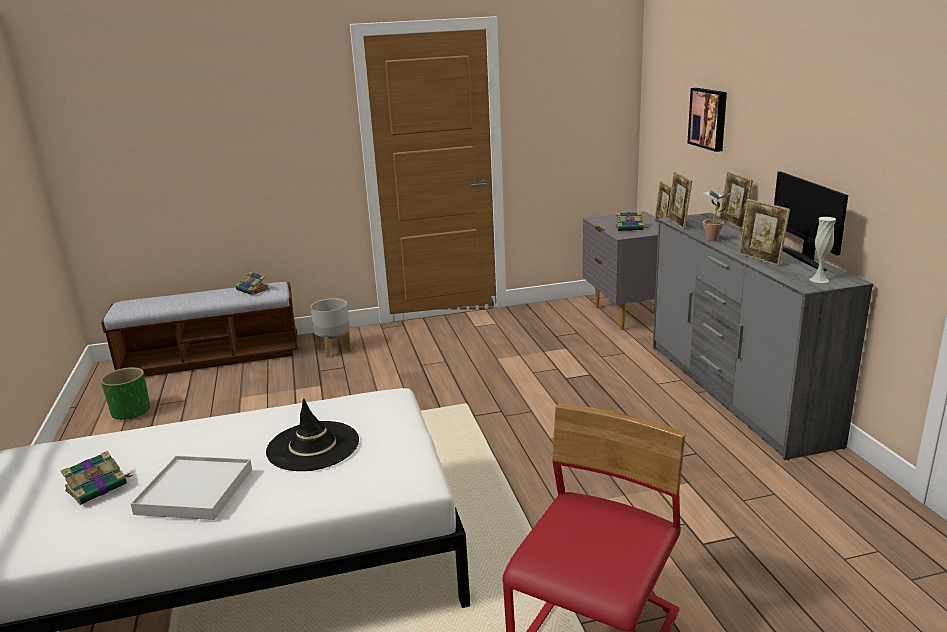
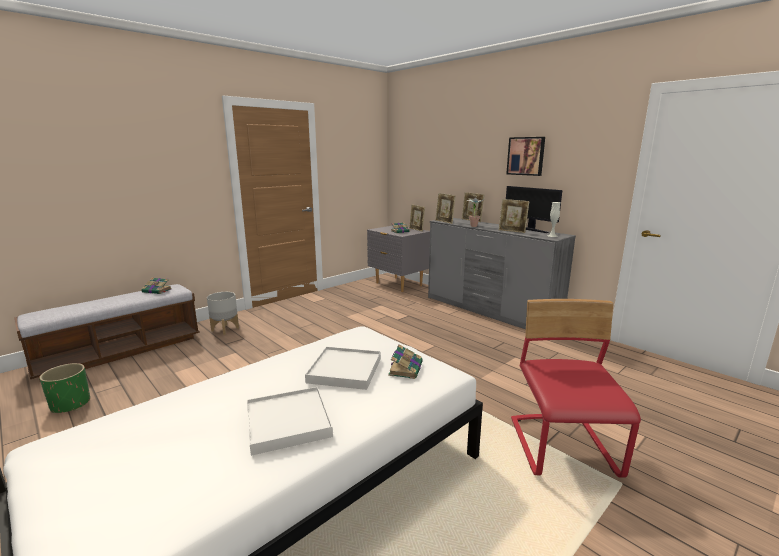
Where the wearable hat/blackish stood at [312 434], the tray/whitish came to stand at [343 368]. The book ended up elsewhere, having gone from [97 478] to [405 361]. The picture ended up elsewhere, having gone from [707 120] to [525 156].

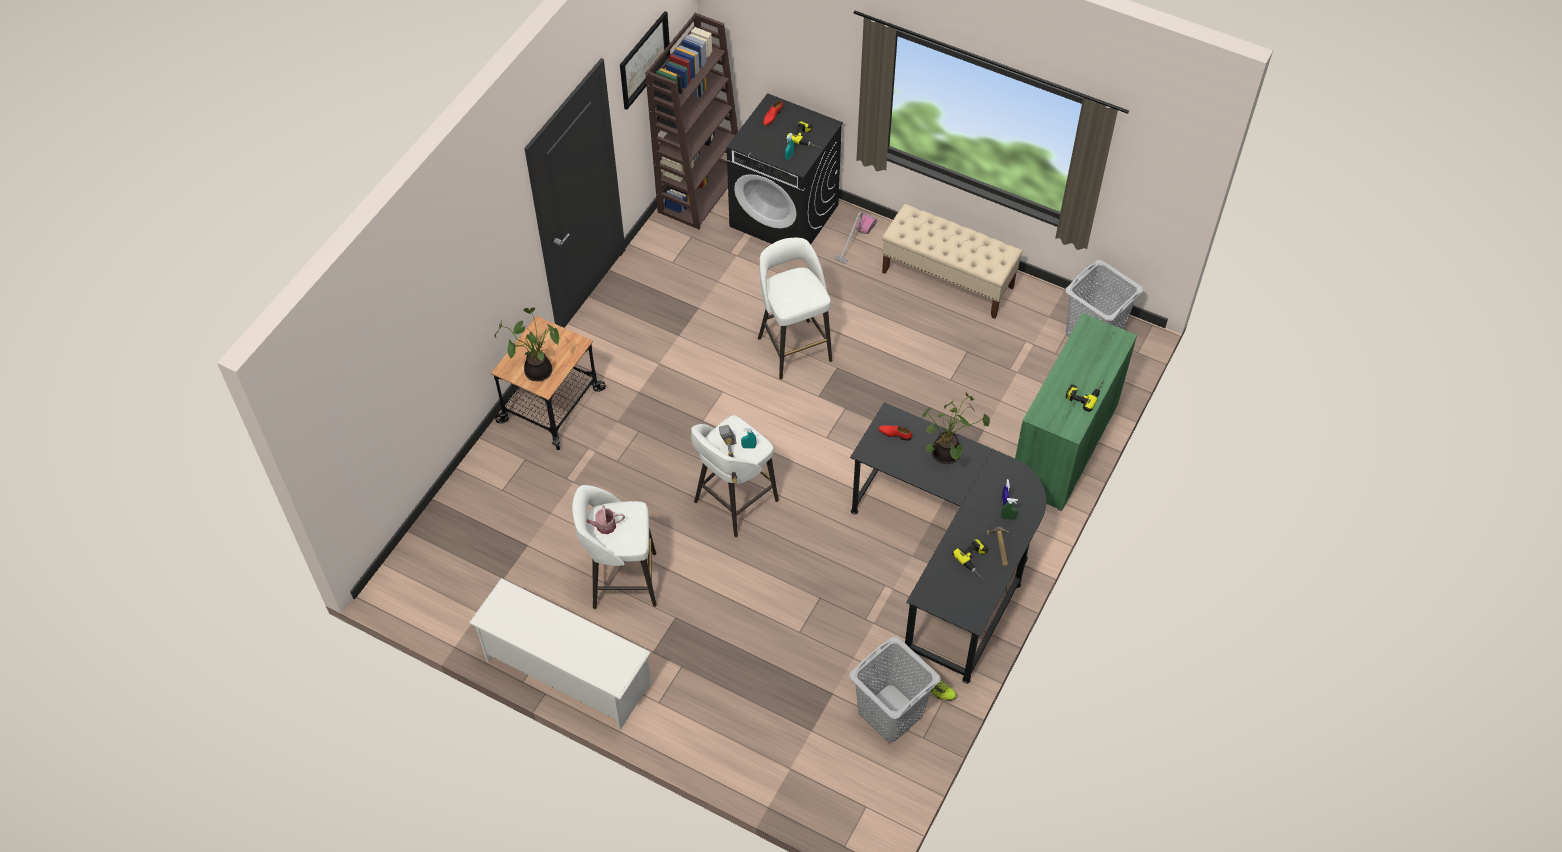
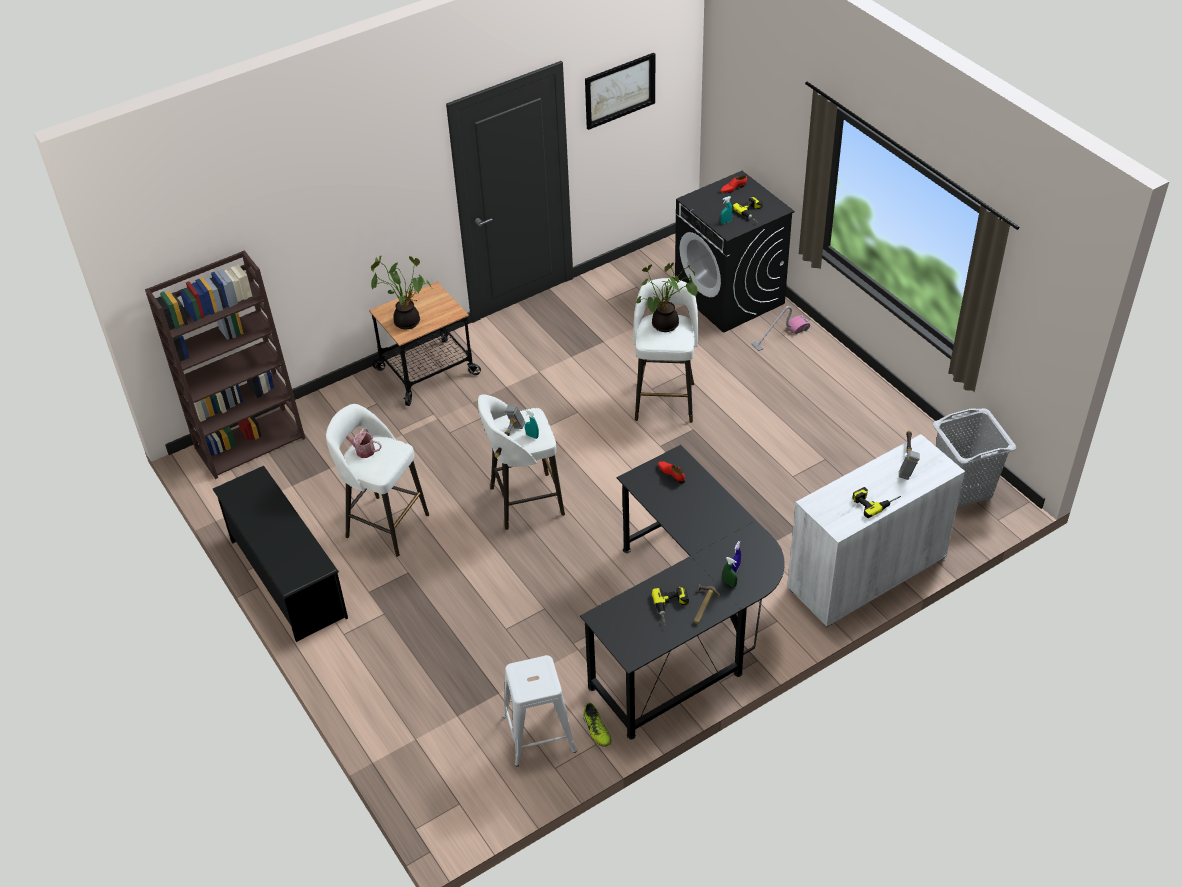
The bookshelf/brownish ended up elsewhere, having gone from [691 121] to [225 364]. What was the shoe stand/whitish at [560 654] turned into the shoe stand/blackish at [280 554]. Where the laundry basket/gray stood at [895 689], the stool seat/whitish came to stand at [540 710]. The potted plant ended up elsewhere, having gone from [956 428] to [667 297]. What was the cupboard/green at [1076 412] turned into the cupboard/whitish at [876 531]. The second view gained the hammer at [909 455]. The second view lost the indoor bench/beige-coloured at [952 261].

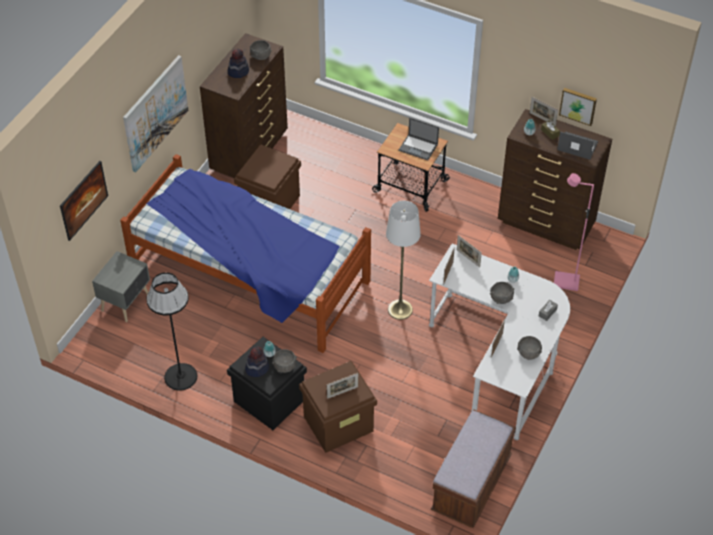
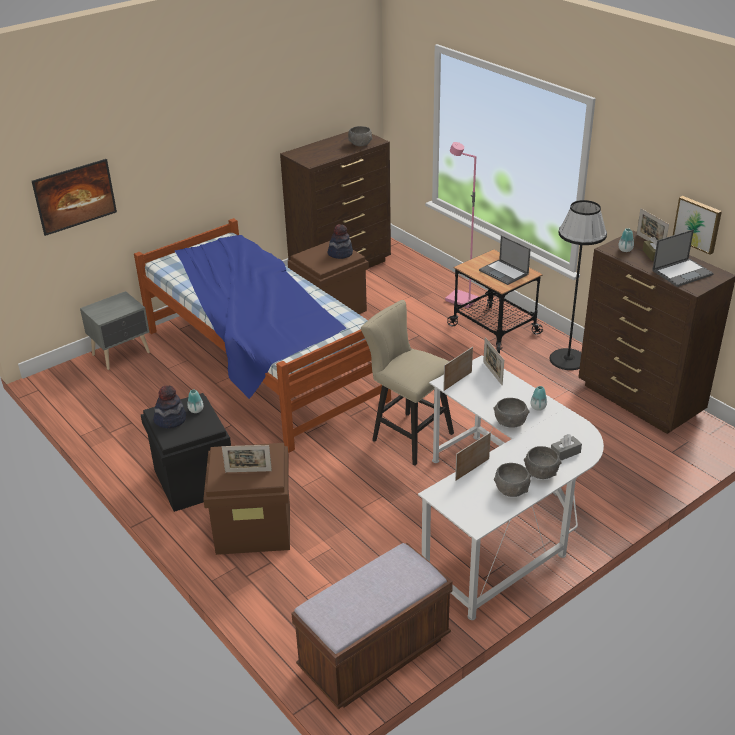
The wearable hat ended up elsewhere, having gone from [238 63] to [340 241]. Where the standing lamp/whitish stood at [403 260], the stool seat/beige-coloured came to stand at [407 383]. The standing lamp/pinkish ended up elsewhere, having gone from [574 232] to [462 225]. The bowl/gray ended up elsewhere, having gone from [284 361] to [543 462]. The standing lamp/blackish ended up elsewhere, having gone from [171 331] to [578 285]. The notebook computer at [577 145] ended up facing another way, 105 degrees clockwise from before. The second view lost the picture at [155 113].

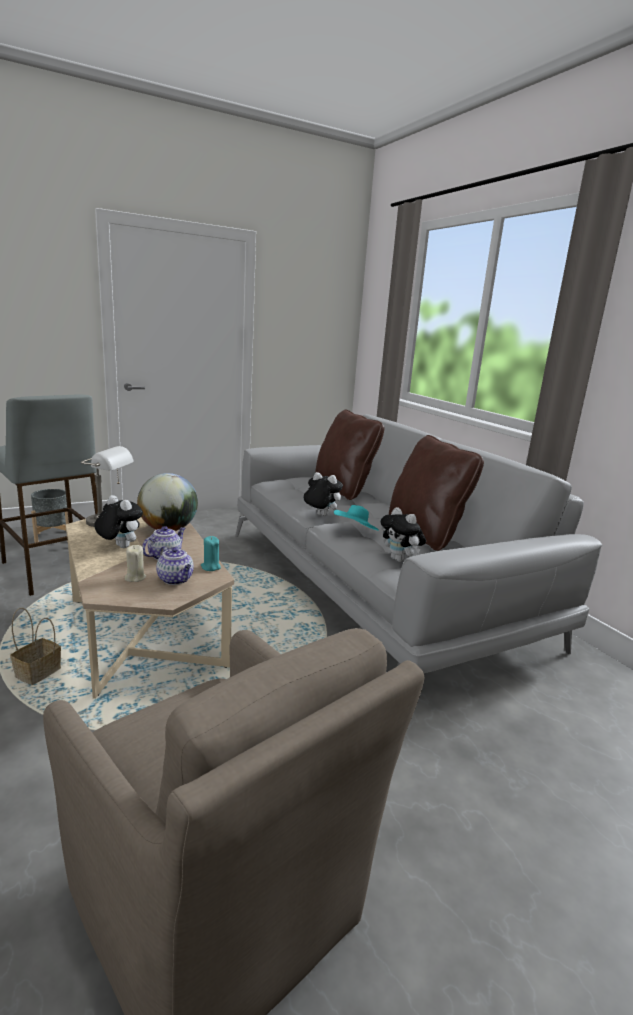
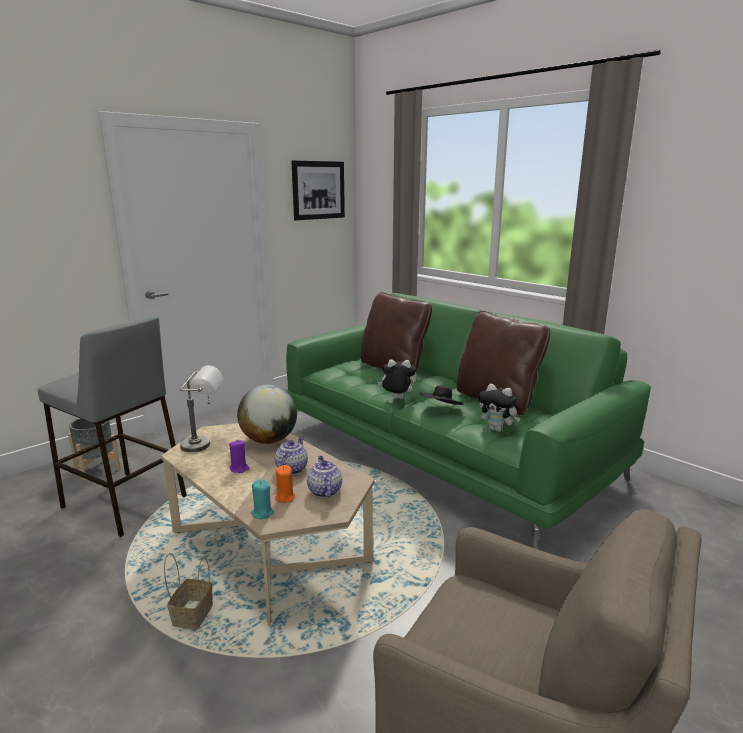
Where the cuddly toy stood at [118 521], the candle/purplish came to stand at [239 456]. The candle/turquoise-coloured ended up elsewhere, having gone from [211 553] to [262 499]. What was the candle/beige-coloured at [135 563] turned into the candle/orange-coloured at [285 484]. What was the couch/gray at [418 543] turned into the couch/green at [468 421]. The second view gained the picture at [318 190]. The tea pot at [175 565] ended up facing another way, 135 degrees counterclockwise from before. What was the wearable hat/turquoise-coloured at [356 517] turned into the wearable hat/blackish at [441 395].

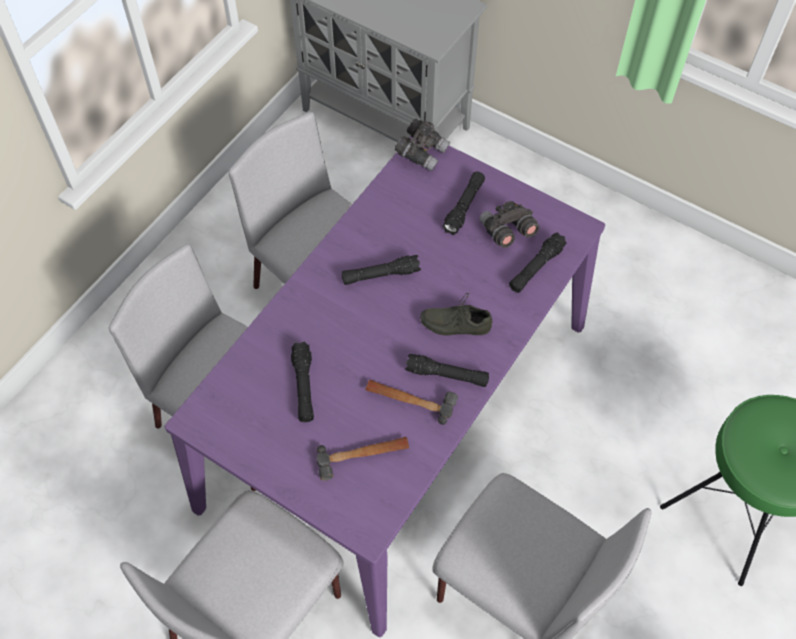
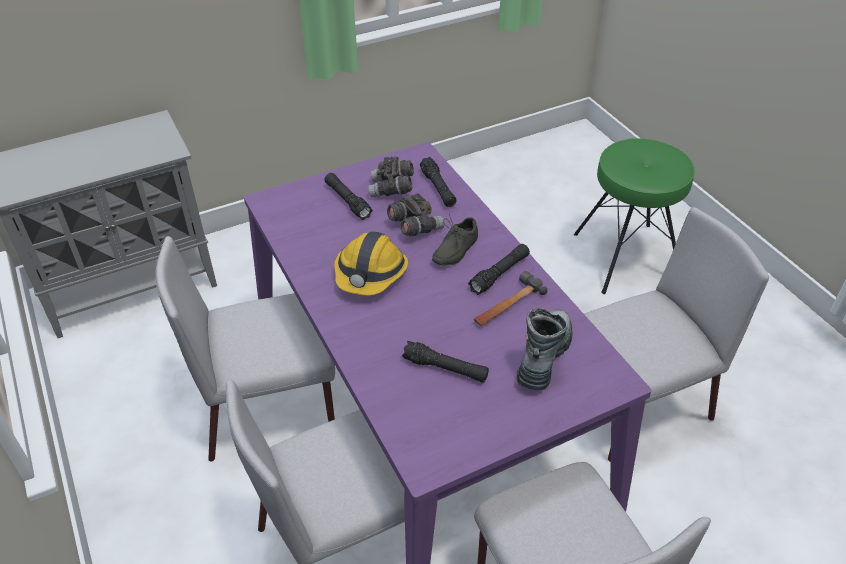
Where the flashlight/blackish stood at [381 270], the safety helmet came to stand at [371 264]. The field glasses/gray ended up elsewhere, having gone from [422 144] to [415 214]. Where the hammer stood at [363 459], the boot came to stand at [544 349].

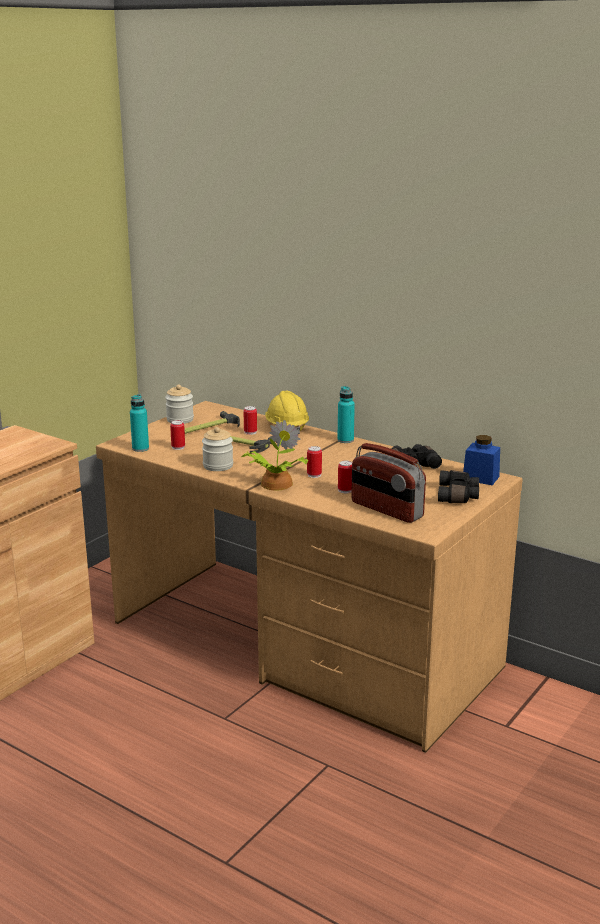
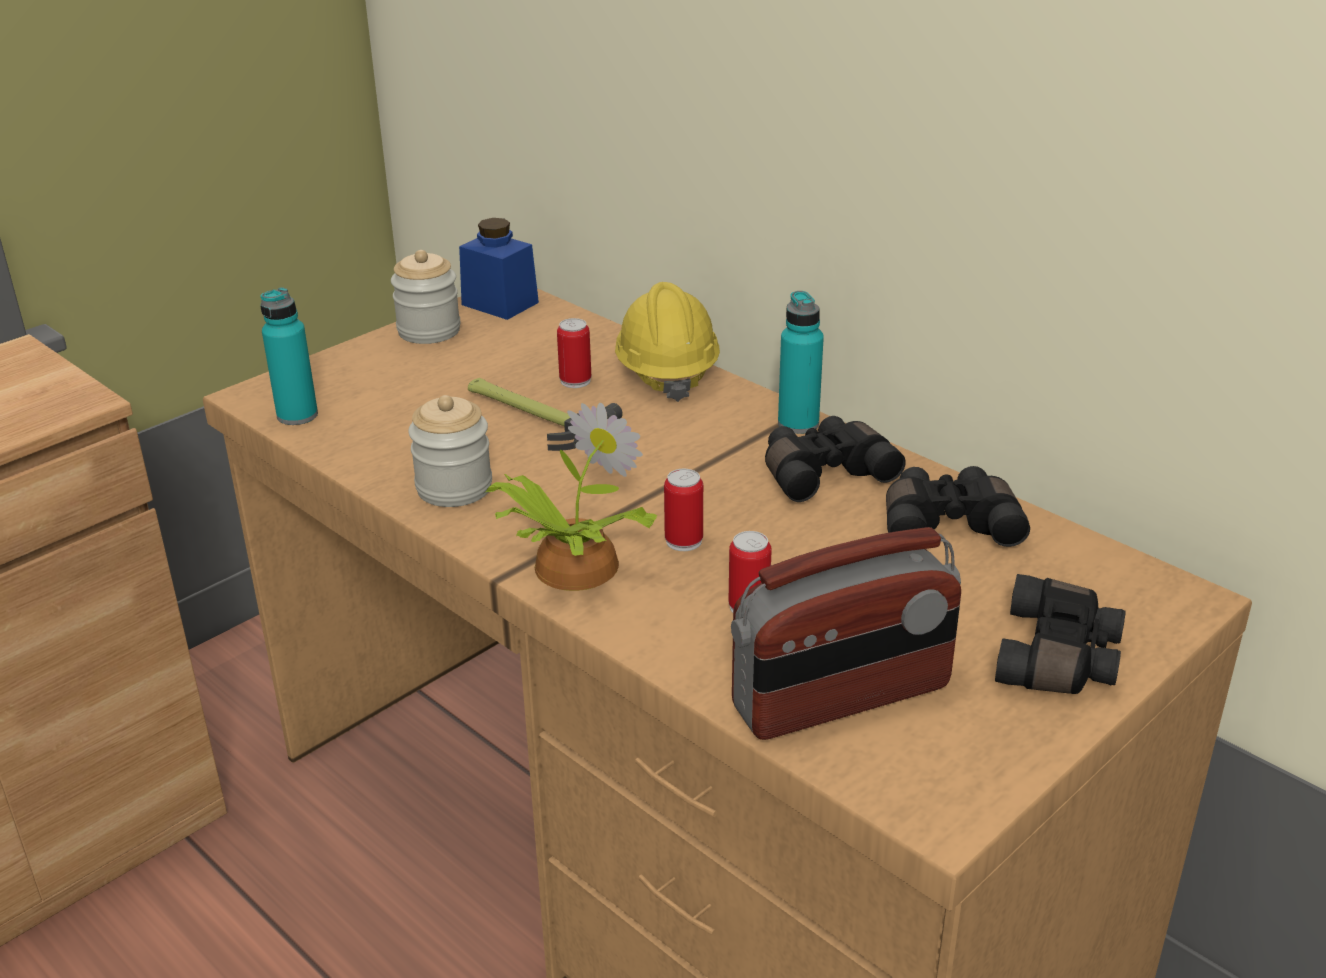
The preserve jar/blue-coloured ended up elsewhere, having gone from [481 460] to [499 269]. The radio set at [388 483] ended up facing another way, 75 degrees counterclockwise from before. The second view gained the field glasses/blackish at [835 459]. The second view lost the can at [177 435]. The second view lost the hammer at [212 422].

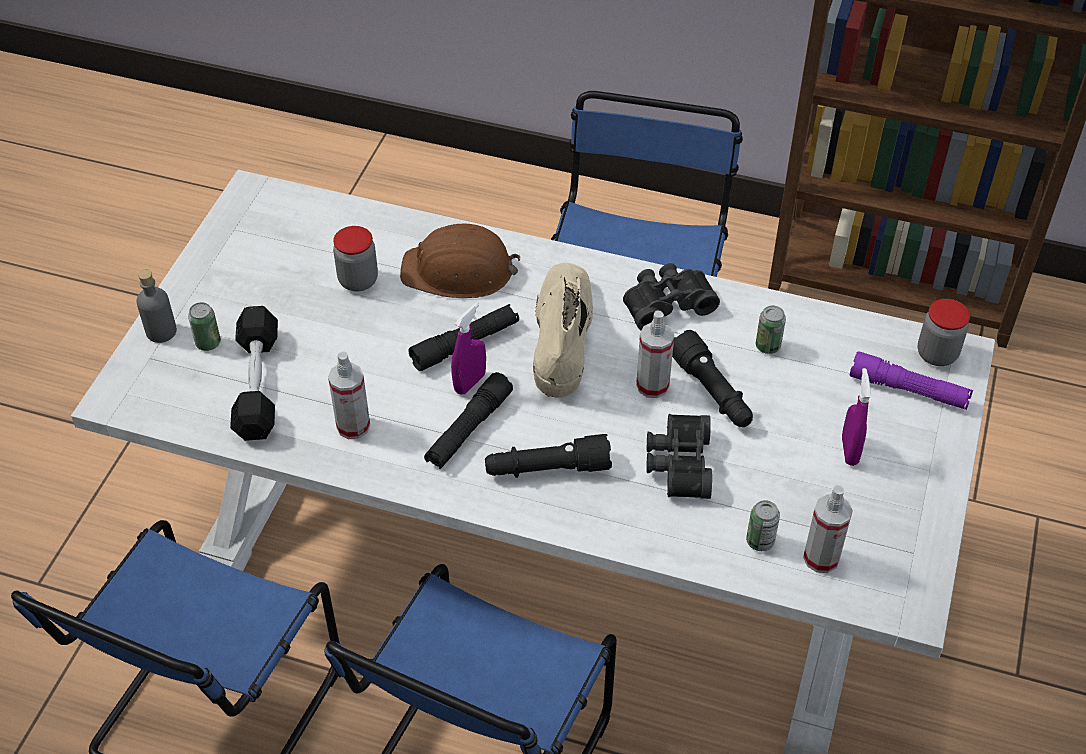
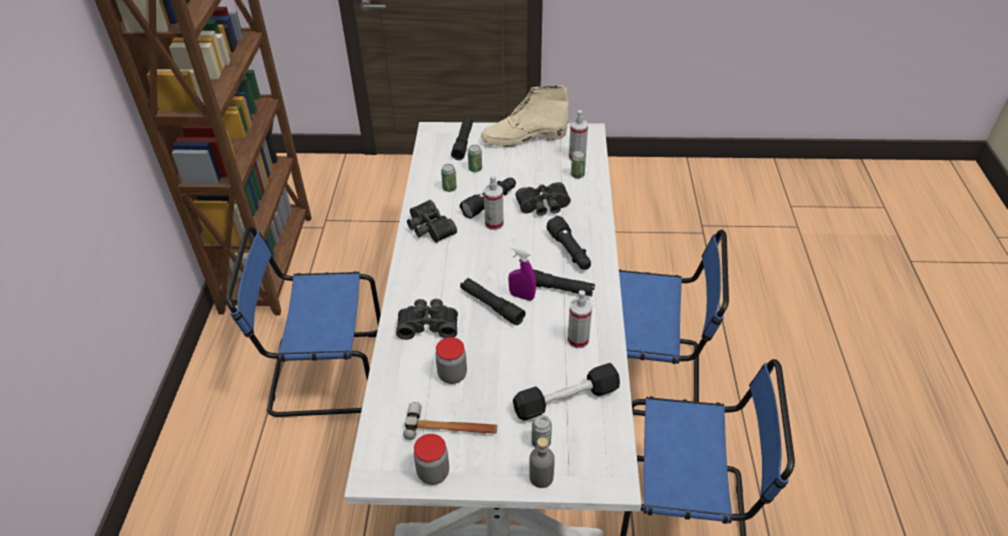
Where the safety helmet/brownish stood at [460 261], the field glasses/blackish came to stand at [427 319]. The second view gained the hammer at [450 421]. The preserve jar ended up elsewhere, having gone from [944 332] to [431 459]. What was the flashlight/purplish at [911 380] turned into the flashlight/blackish at [462 138]. The second view gained the can at [475 158]. The boot/beige-coloured ended up elsewhere, having gone from [563 330] to [524 116]. The second view lost the spray bottle/purplish at [856 417].

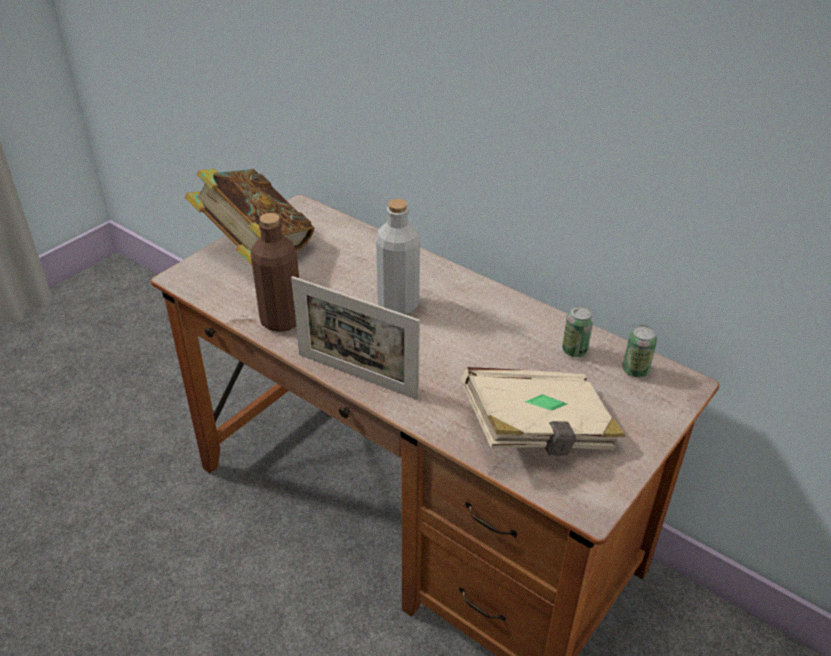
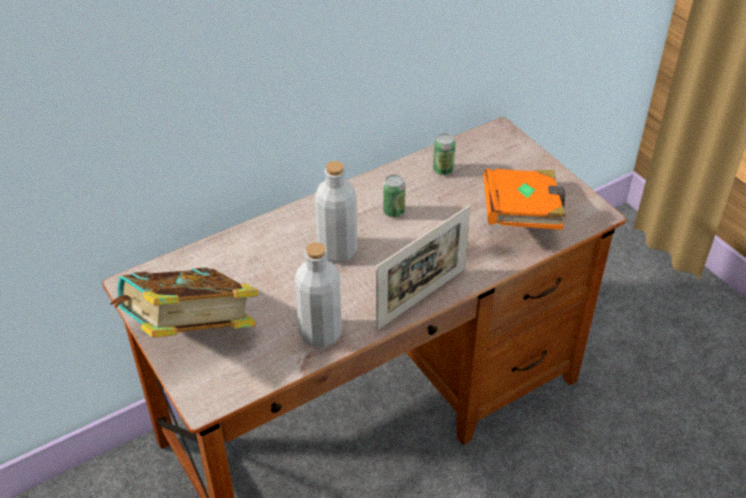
What was the bottle/brownish at [275 272] turned into the bottle/gray at [318 294]. The can ended up elsewhere, having gone from [640 351] to [394 196]. What was the book/beige-coloured at [543 411] turned into the book/orange-coloured at [524 199].

